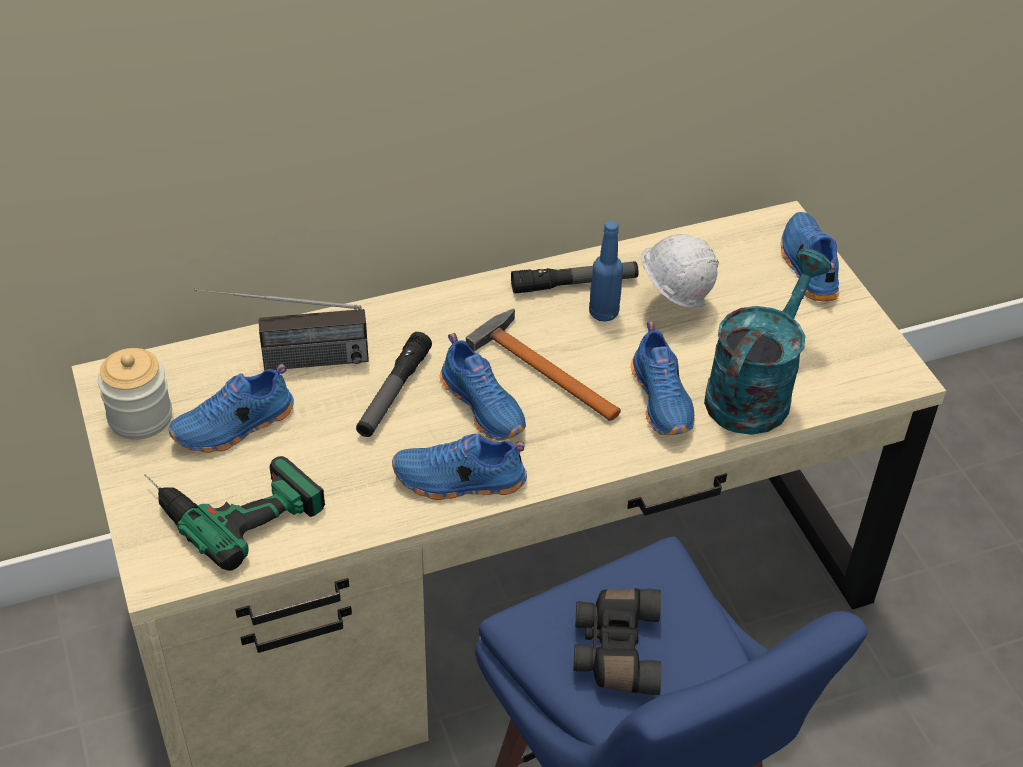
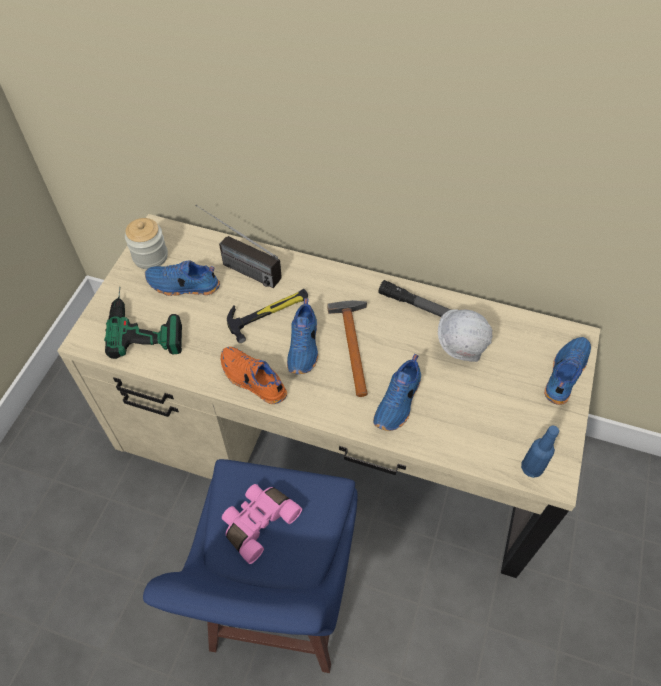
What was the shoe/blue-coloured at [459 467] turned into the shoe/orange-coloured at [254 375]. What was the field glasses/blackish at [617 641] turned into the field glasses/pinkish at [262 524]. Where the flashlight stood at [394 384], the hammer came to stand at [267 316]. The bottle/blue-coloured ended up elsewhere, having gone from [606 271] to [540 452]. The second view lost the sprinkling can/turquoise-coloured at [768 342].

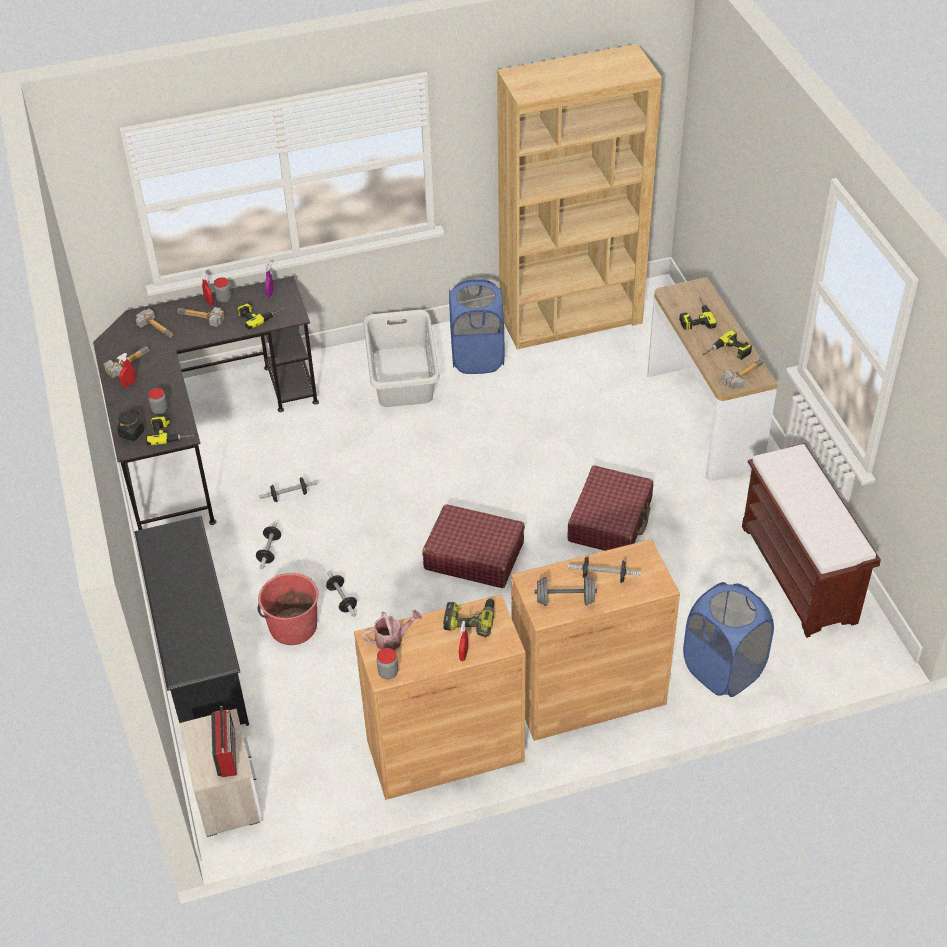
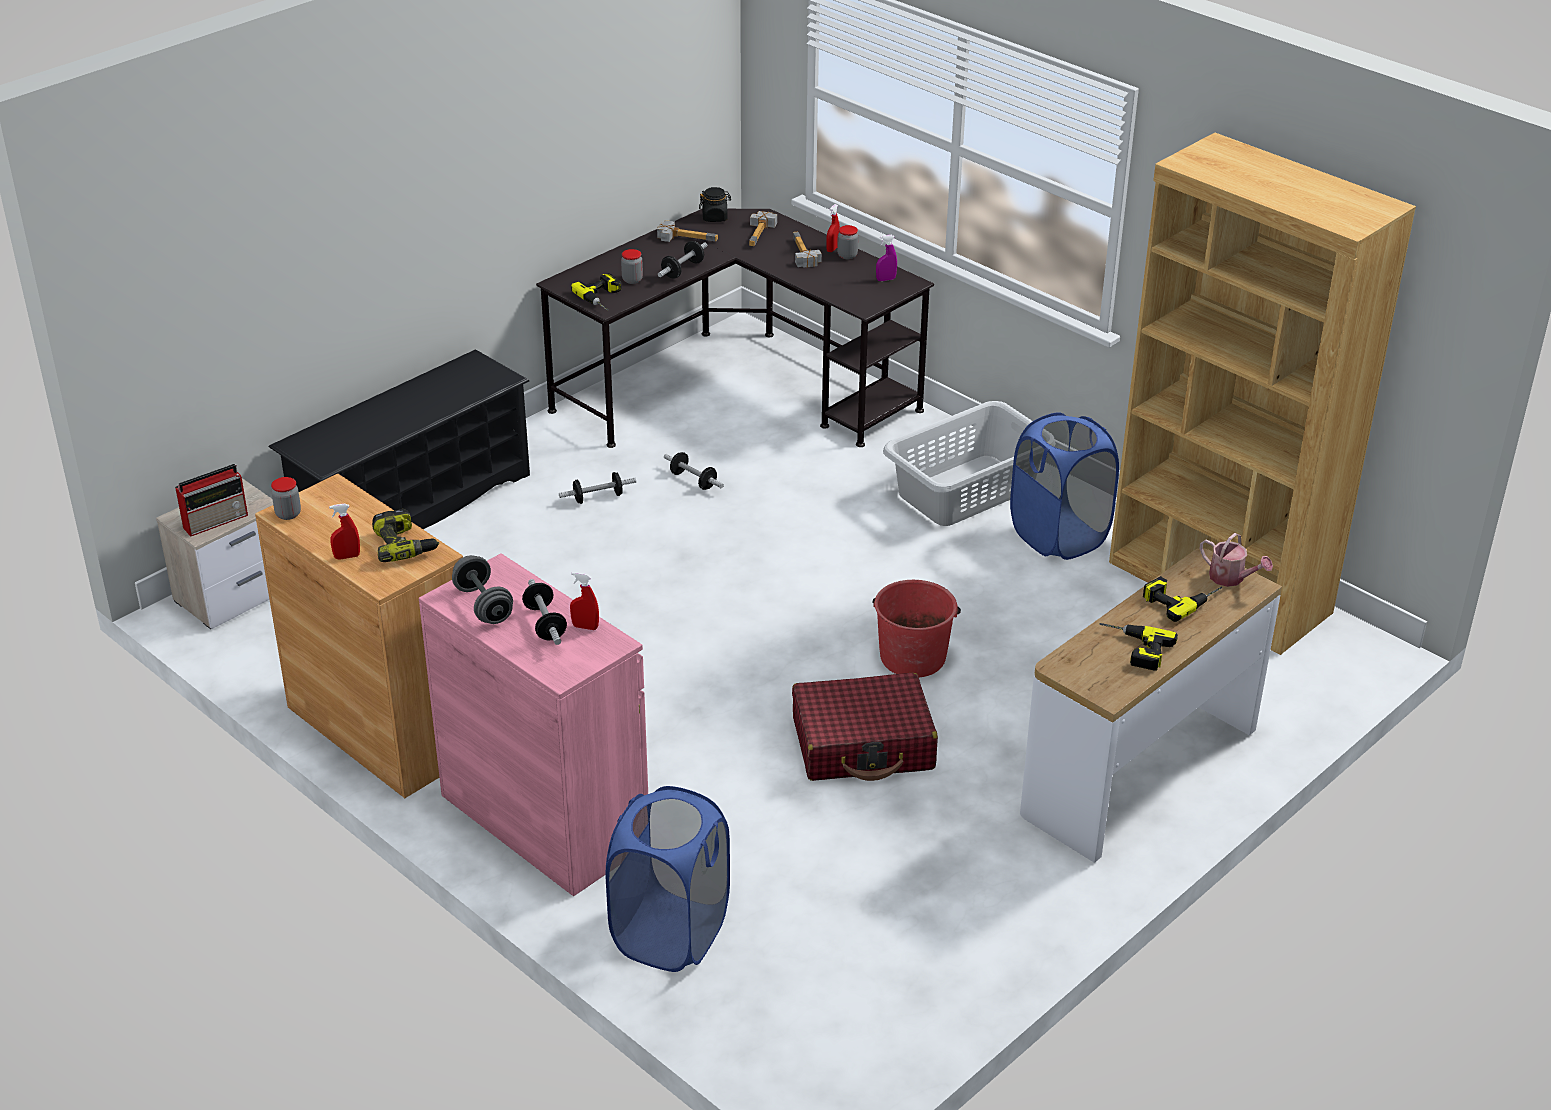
What was the cupboard/brownish at [595 640] turned into the cupboard/pinkish at [533 724]. The spray bottle/reddish ended up elsewhere, having gone from [126 370] to [584 601]. The free weight ended up elsewhere, having gone from [341 594] to [682 260]. The preserve jar/blackish ended up elsewhere, having gone from [130 425] to [715 204]. The pail/reddish ended up elsewhere, having gone from [287 609] to [916 628]. The sprinkling can ended up elsewhere, having gone from [392 630] to [1236 560]. The second view lost the electric drill at [261 315]. The second view lost the piece of luggage/reddish at [474 546]. The second view lost the hammer at [743 374]. The second view lost the indoor bench/brownish at [811 540].

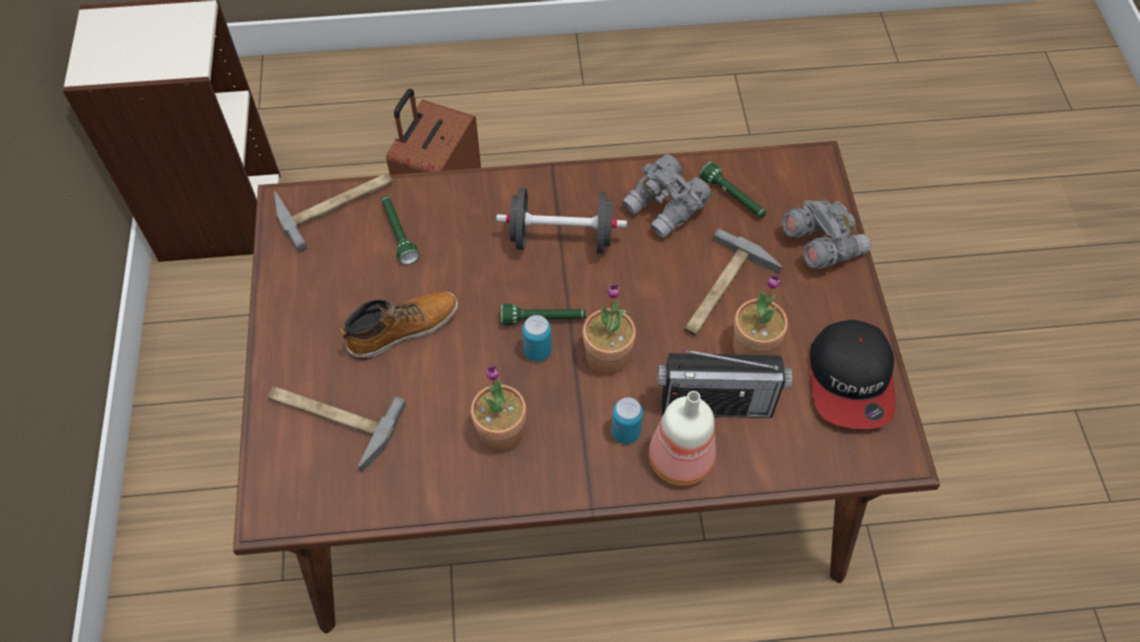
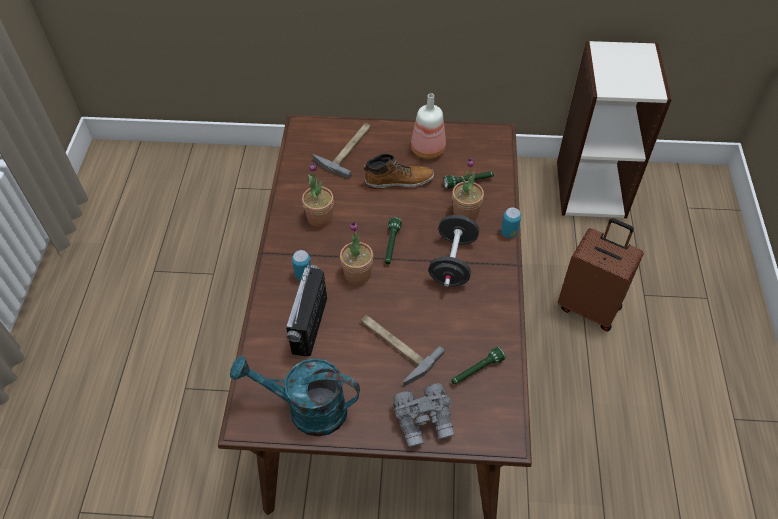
Where the cap stood at [852 374], the sprinkling can/turquoise-coloured came to stand at [295 396]. The boot at [399 326] ended up facing another way, 75 degrees counterclockwise from before. The bottle ended up elsewhere, having gone from [682 438] to [428 126]. The potted plant ended up elsewhere, having gone from [760 314] to [468 189]. The can ended up elsewhere, having gone from [537 338] to [511 222]. The second view lost the hammer at [333 212]. The second view lost the field glasses/gray at [667 196].

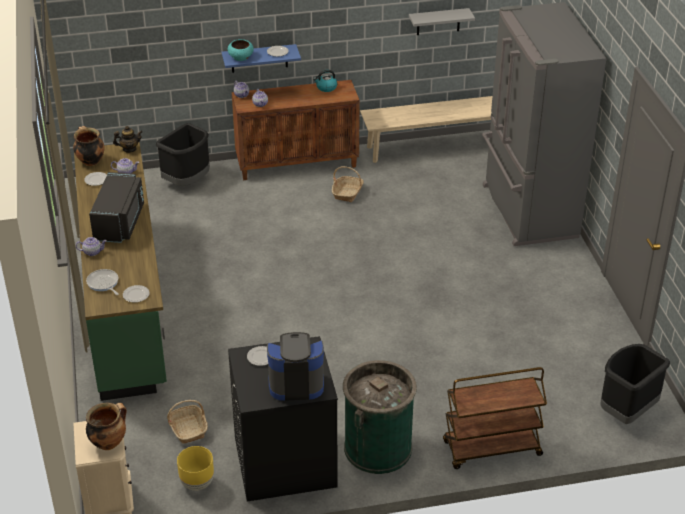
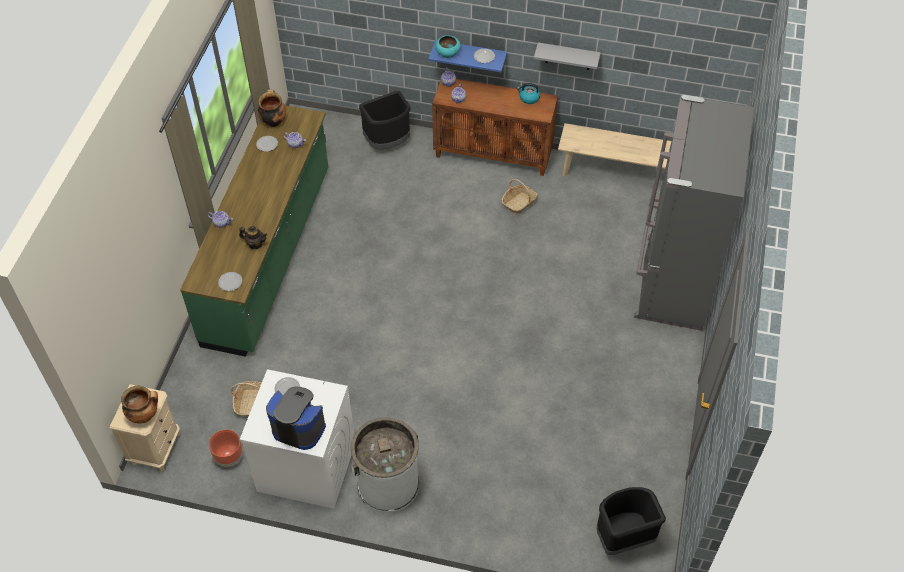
What was the flower pot/yellow-coloured at [195 468] turned into the flower pot/brownish at [226 448]. The tea pot ended up elsewhere, having gone from [127 139] to [253 237]. What was the washing machine/blackish at [283 419] turned into the washing machine/whitish at [297 439]. What was the waste bin/green at [380 417] turned into the waste bin/whitish at [385 465]. The shelf/gray ended up elsewhere, having gone from [442 21] to [567 56]. The second view lost the skillet at [102 282]. The second view lost the microwave/blackish at [116 207]. The second view lost the wheeled cart/brownish at [495 418].

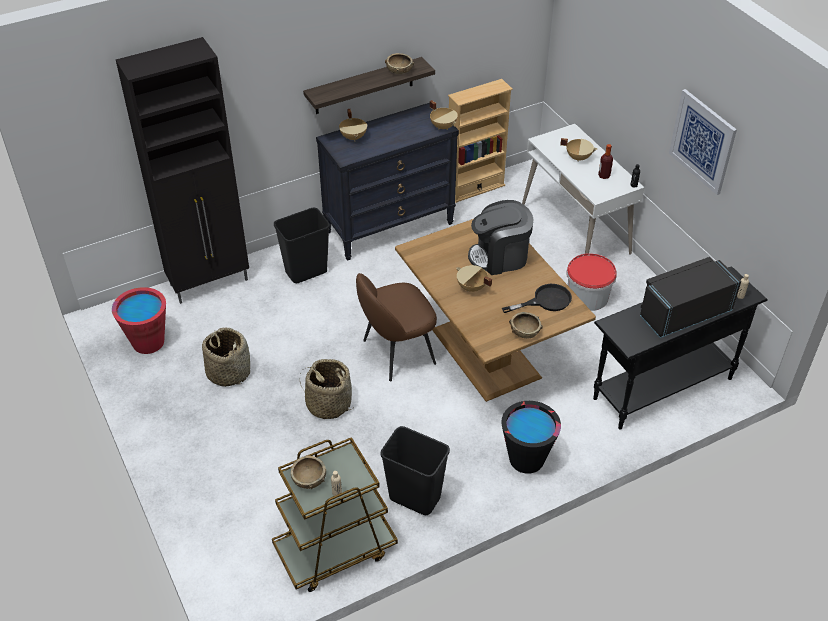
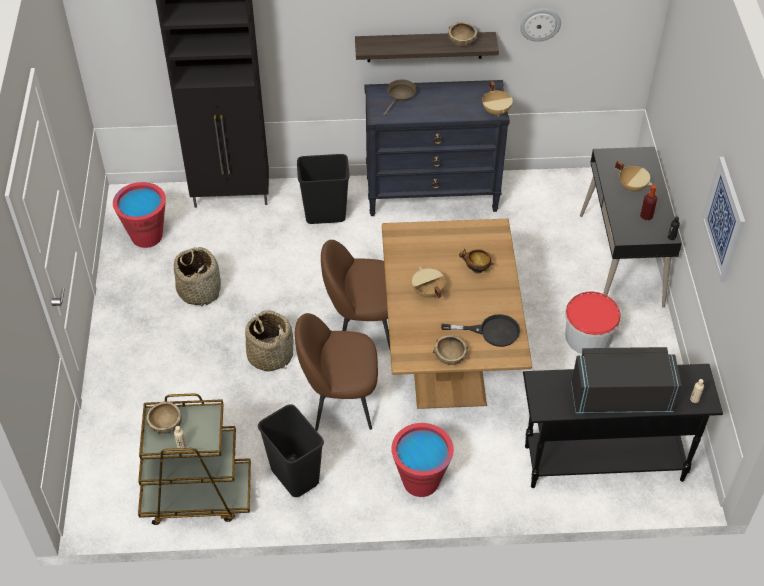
The second view gained the plain chair/brownish at [336 372]. Where the saucepot/beige-coloured stood at [353 125], the skillet/brownish came to stand at [400 97]. What was the pail/blackish at [531 437] turned into the pail/reddish at [422 460]. Where the coffee machine stood at [501 237], the bowl came to stand at [476 261]. The second view gained the clock on the wall at [540 25]. What was the desk table/whitish at [583 189] turned into the desk table/blackish at [631 227]. The second view lost the bookshelf/beige-coloured at [480 141].

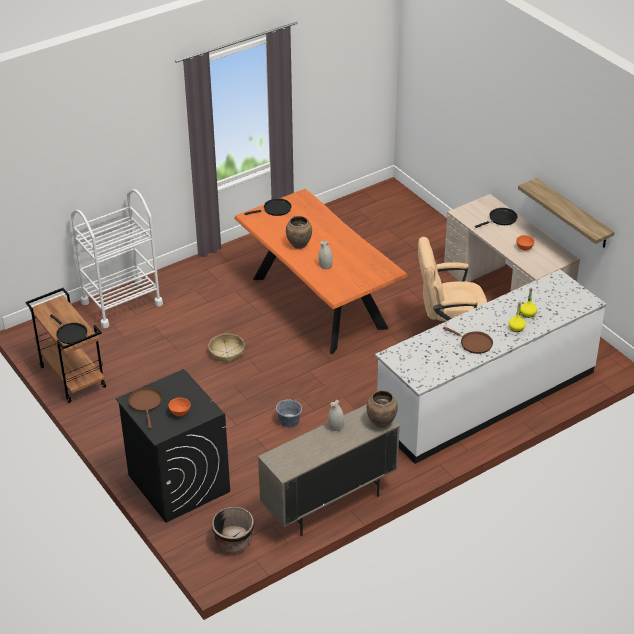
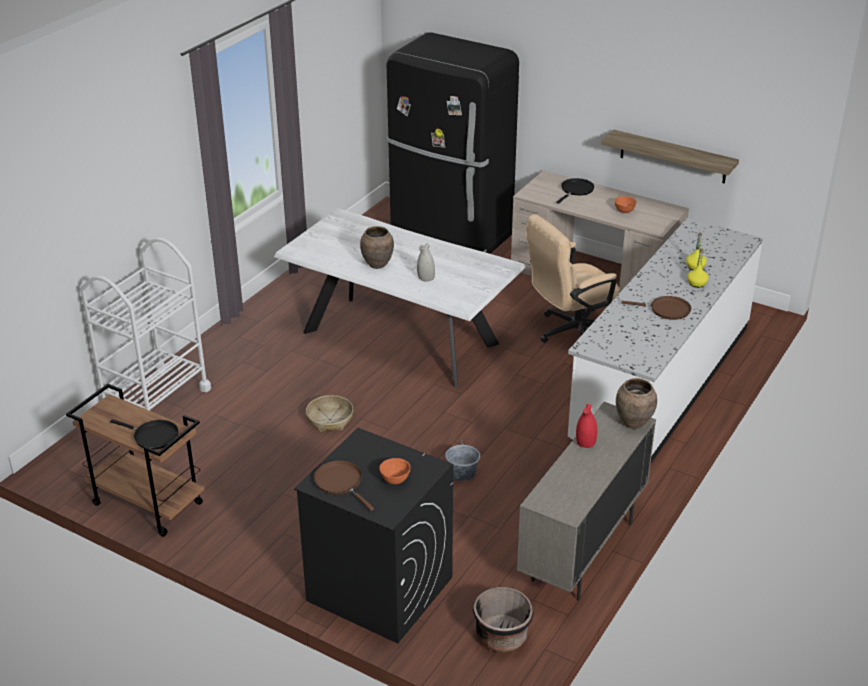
What was the dining table/orange-coloured at [321 271] turned into the dining table/whitish at [400 297]. The second view gained the kitchen fridge/blackish at [453 143]. What was the vase/whitish at [336 415] turned into the vase/reddish at [586 426]. The second view lost the skillet/blackish at [268 207].

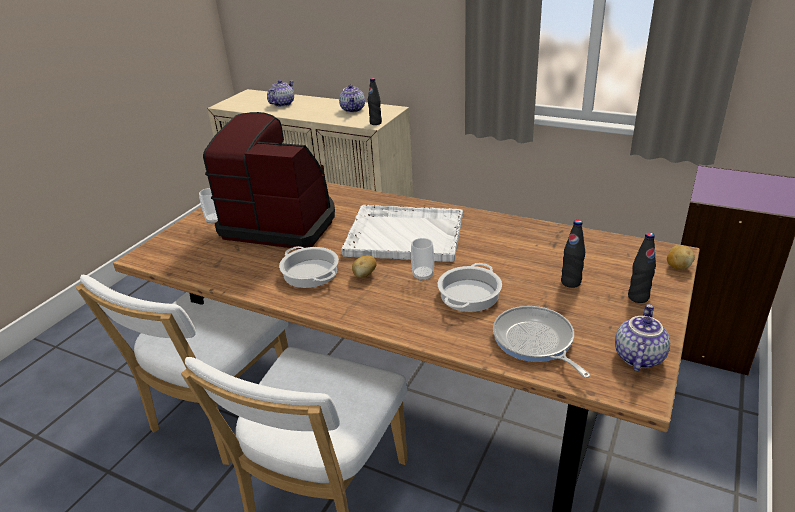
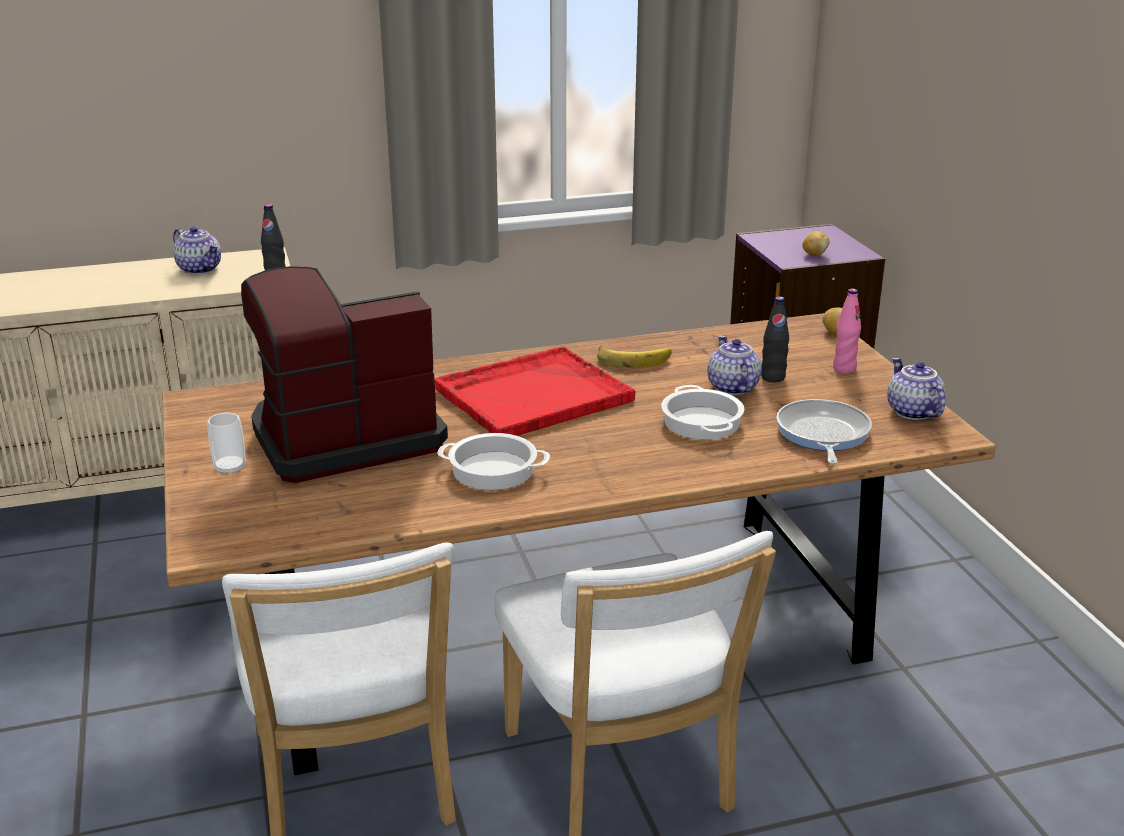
What was the tray/whitish at [402 233] turned into the tray/reddish at [535 391]. The second view gained the banana at [634 356]. The tea pot ended up elsewhere, having gone from [280 93] to [734 365]. The skillet at [541 342] ended up facing another way, 75 degrees clockwise from before. The potato ended up elsewhere, having gone from [364 266] to [816 243]. What was the bottle/blackish at [642 267] turned into the bottle/pinkish at [847 331]. The second view lost the cup at [422 259].

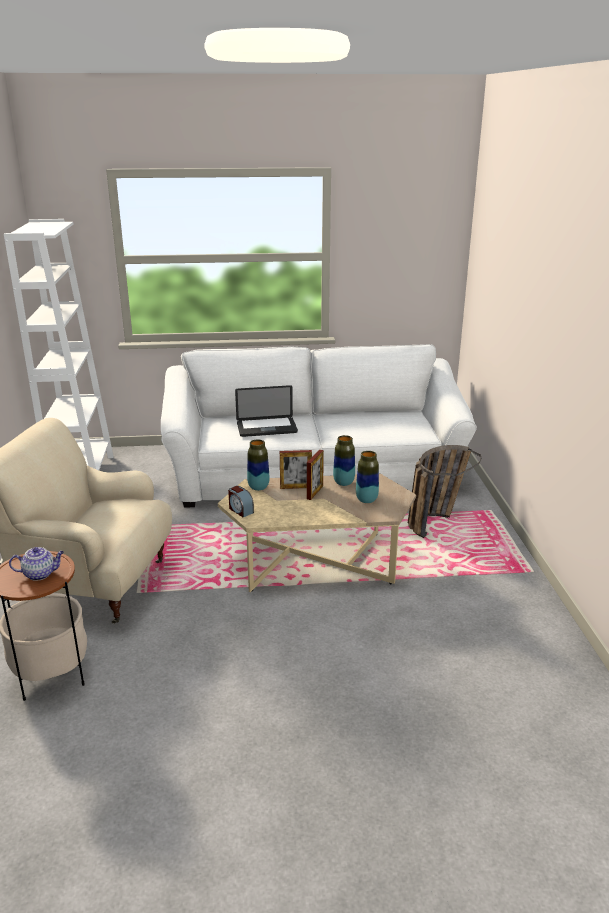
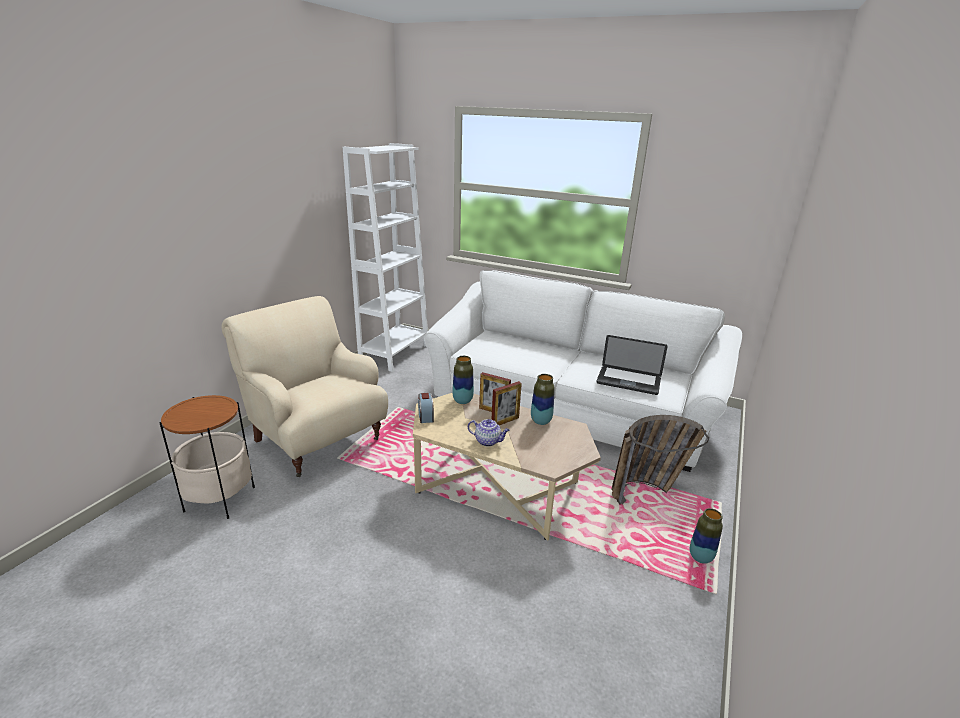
The tea pot ended up elsewhere, having gone from [36 564] to [488 432]. The notebook computer ended up elsewhere, having gone from [266 411] to [632 365]. The vase ended up elsewhere, having gone from [367 477] to [706 536].

